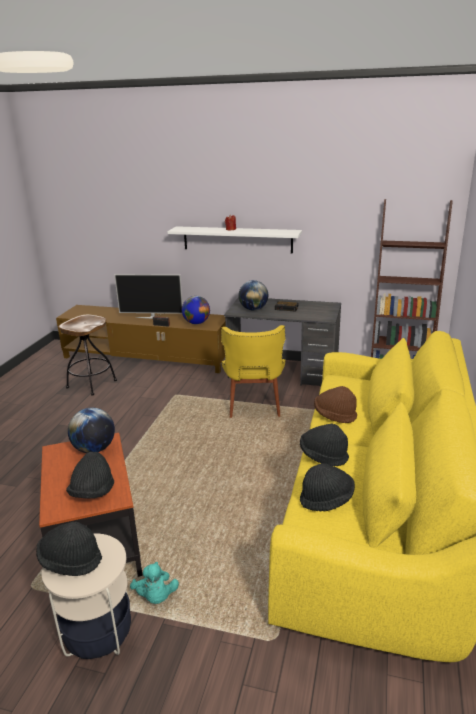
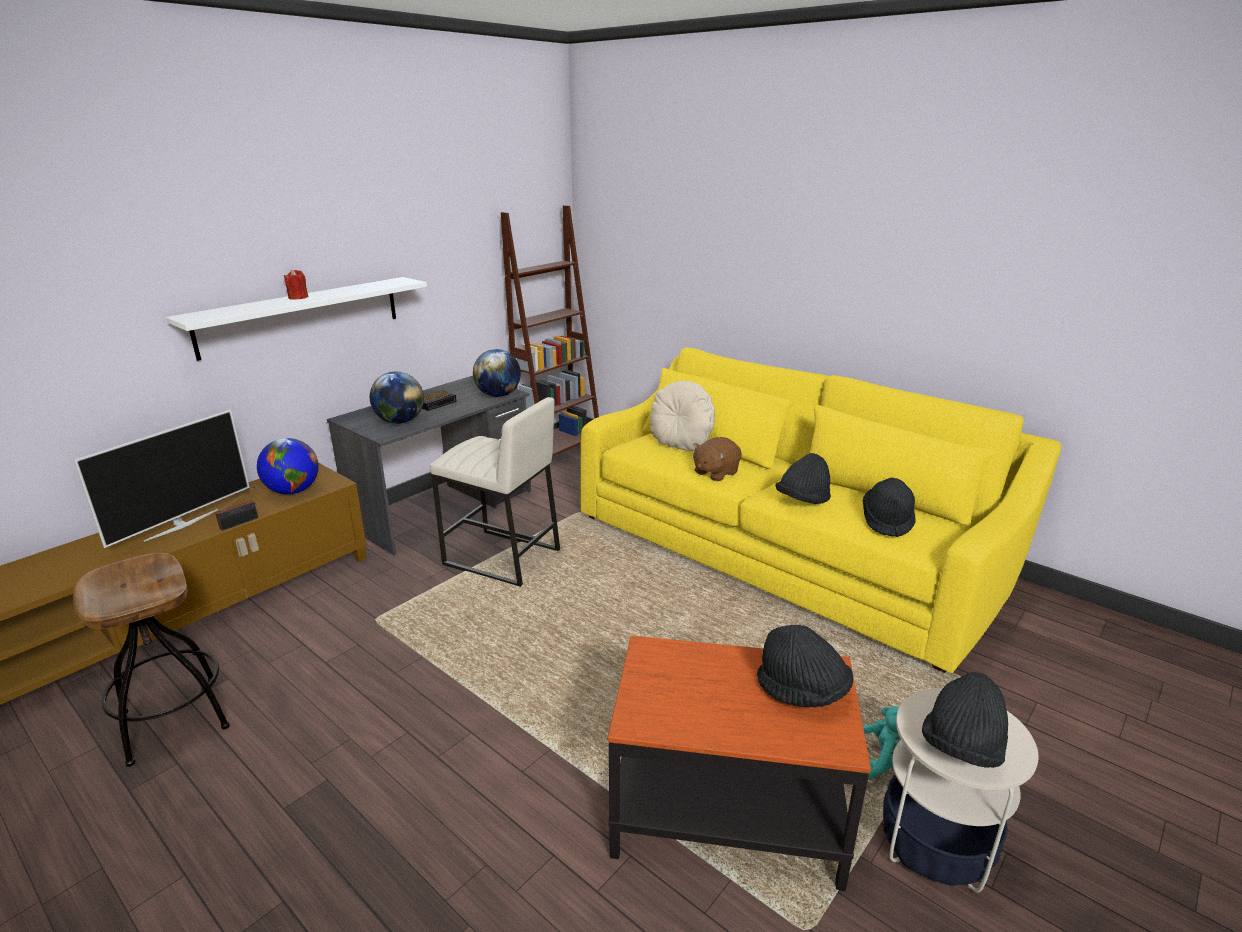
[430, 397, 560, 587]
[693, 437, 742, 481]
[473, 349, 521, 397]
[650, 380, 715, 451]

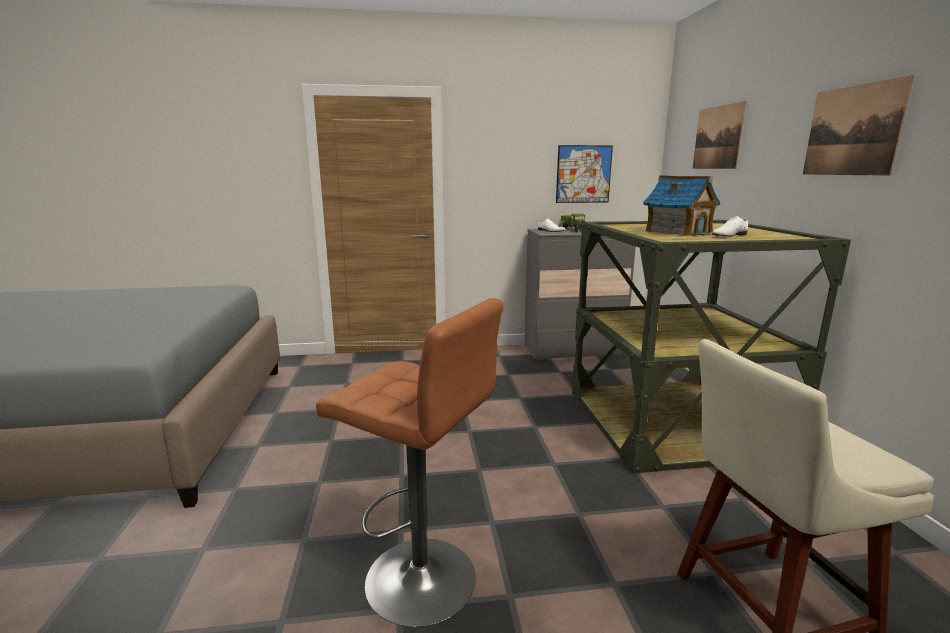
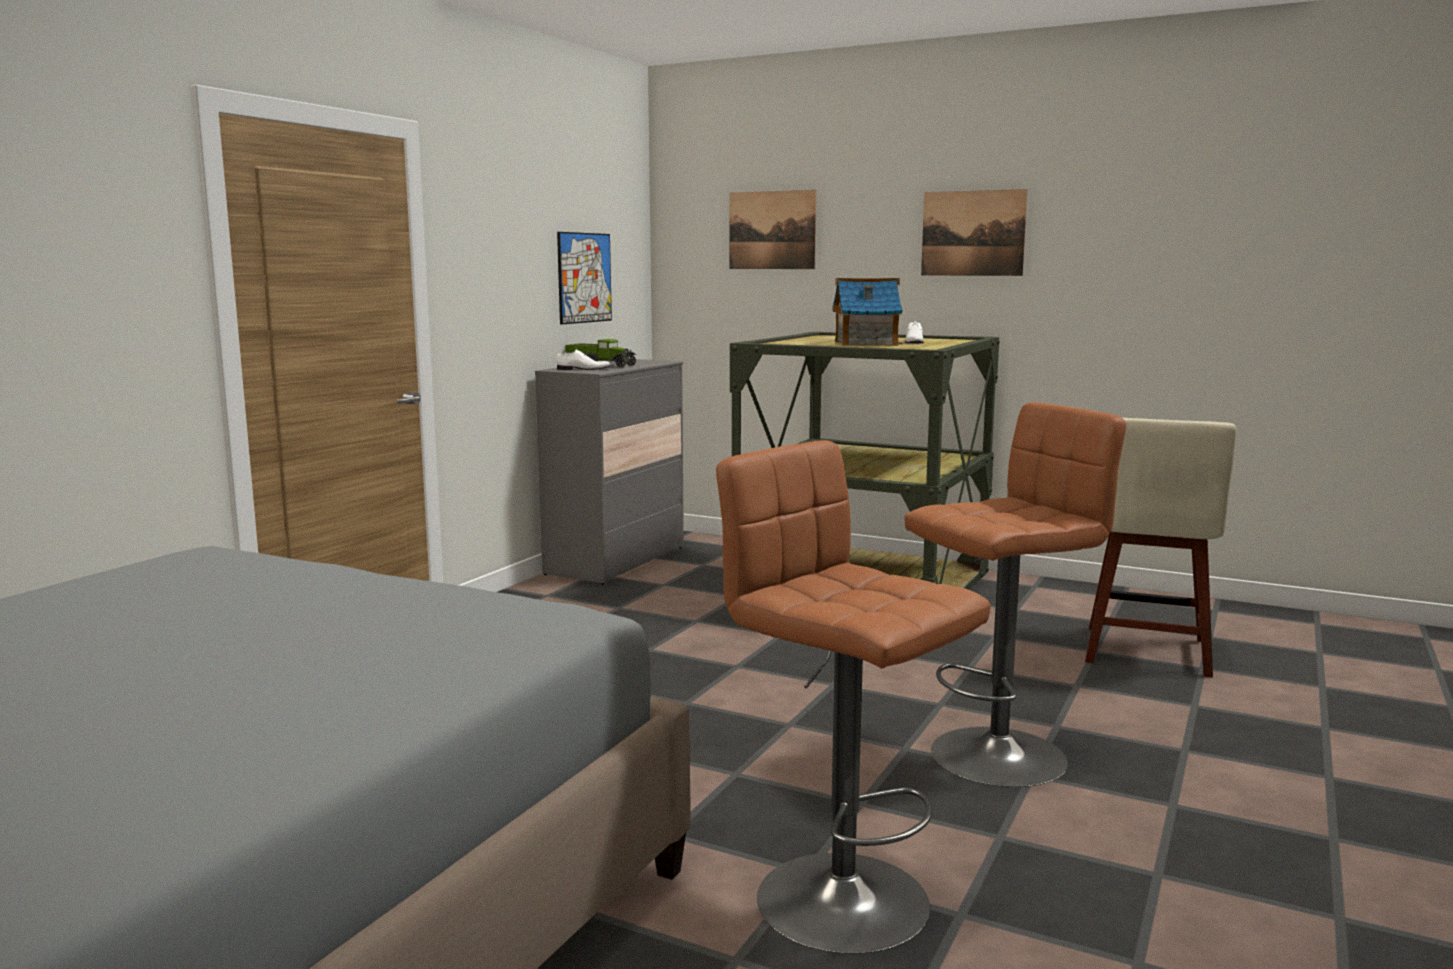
[716, 440, 991, 954]

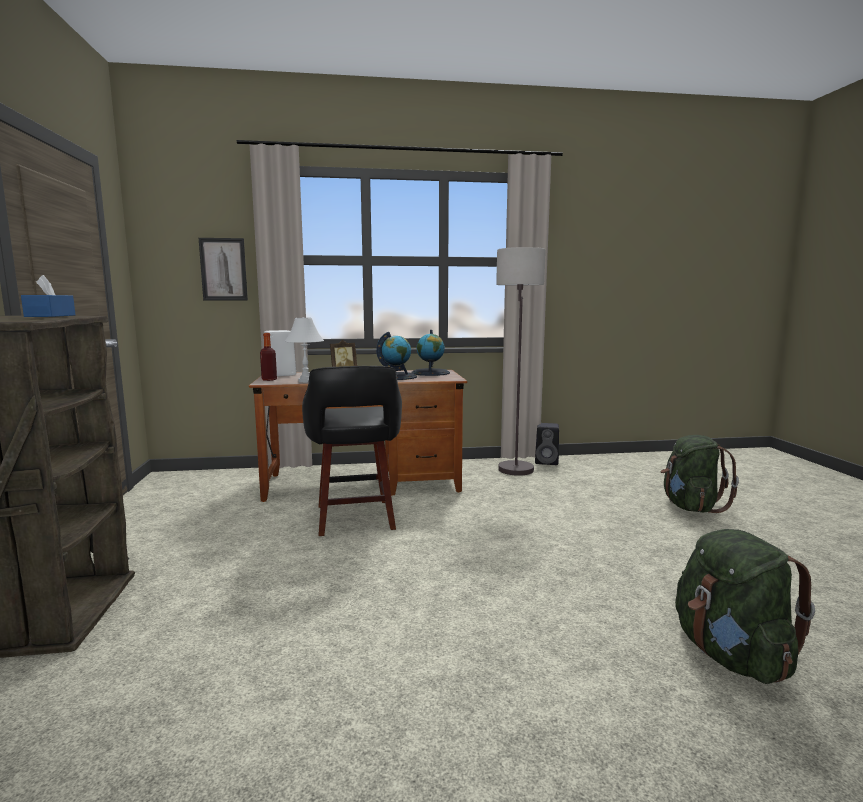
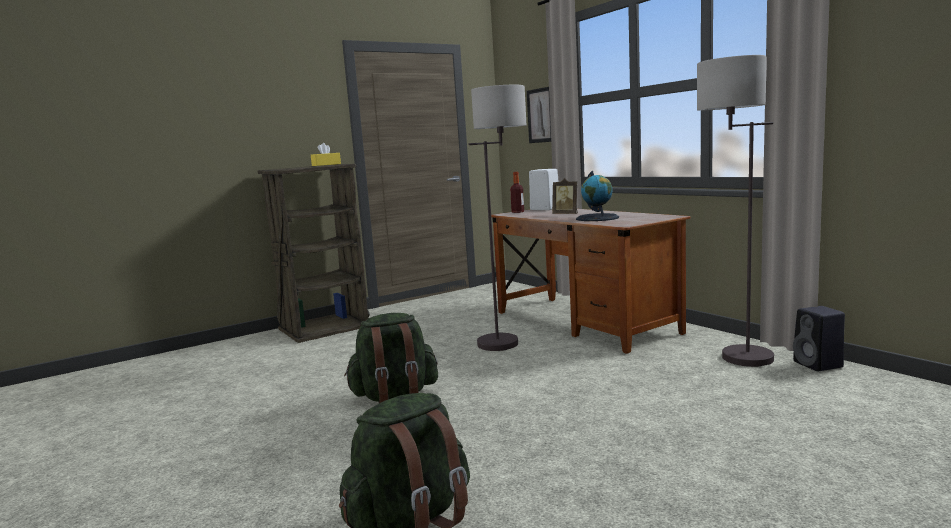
[311, 143, 341, 166]
[285, 317, 324, 383] (first image)
[411, 330, 450, 376] (first image)
[468, 85, 526, 351]
[344, 313, 438, 403]

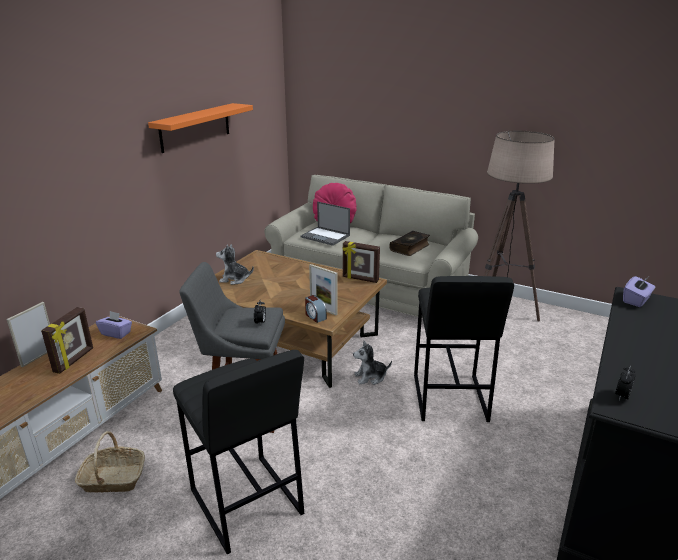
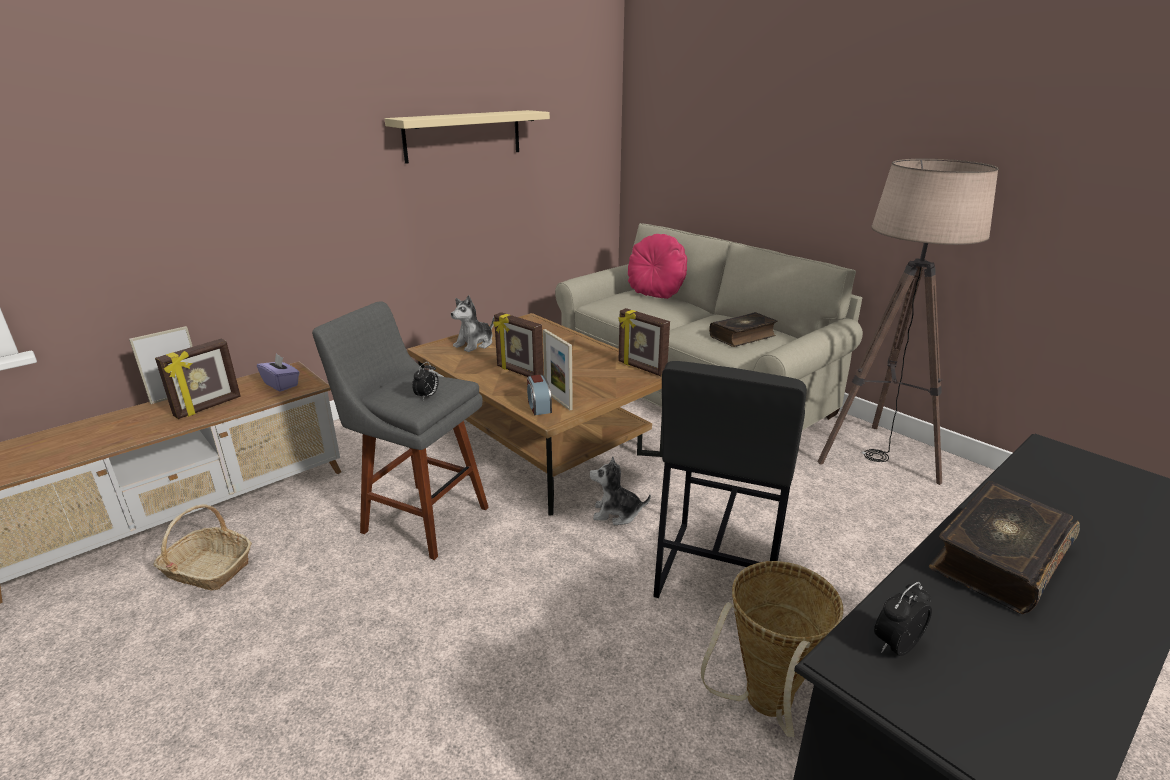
[385, 110, 550, 164]
[301, 201, 350, 246] (first image)
[451, 295, 494, 352]
[623, 276, 656, 307] (first image)
[173, 350, 304, 555] (first image)
[493, 312, 544, 377]
[929, 481, 1080, 614]
[701, 561, 843, 737]

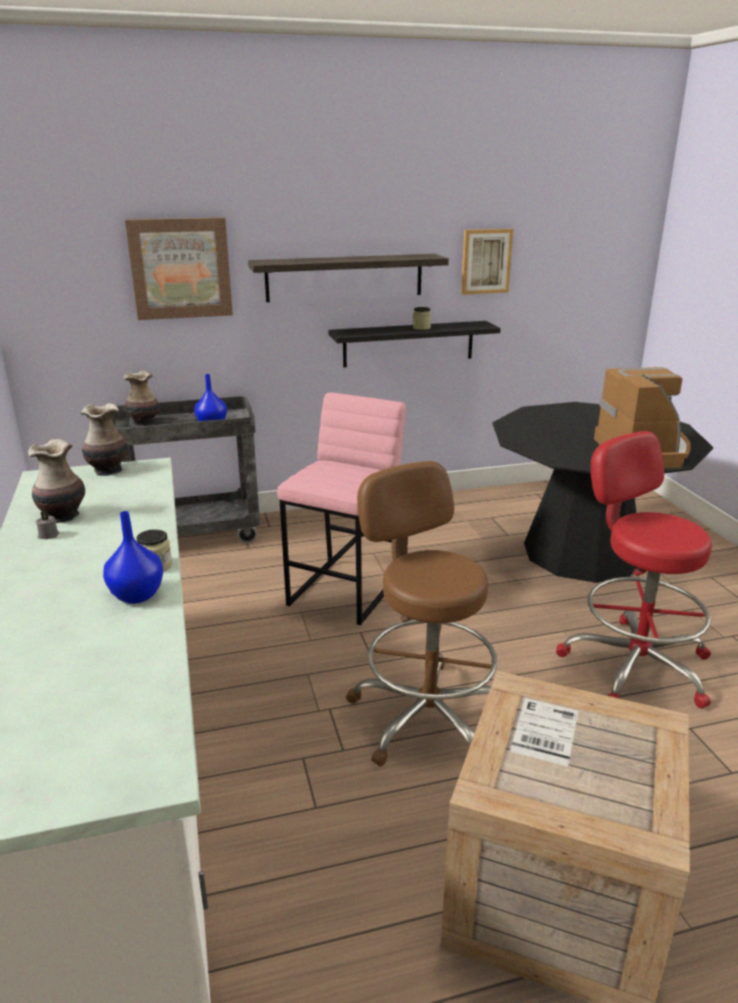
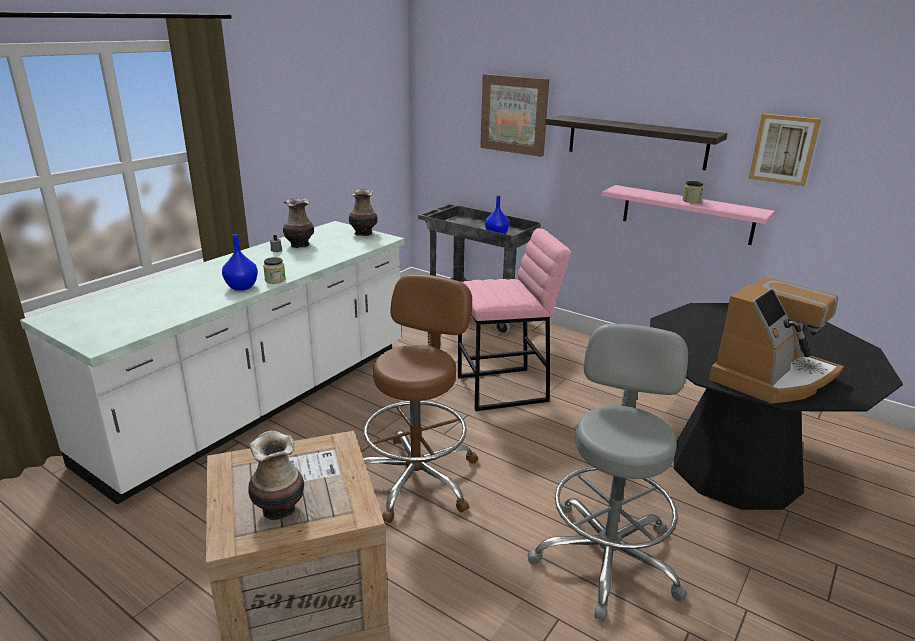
[602, 185, 775, 245]
[249, 431, 304, 520]
[527, 324, 688, 621]

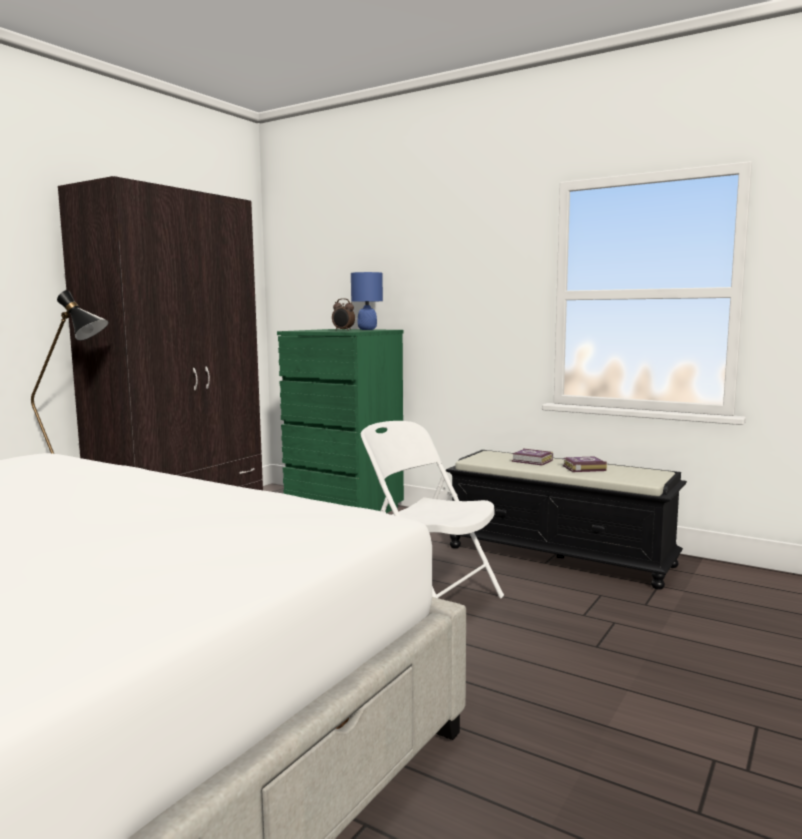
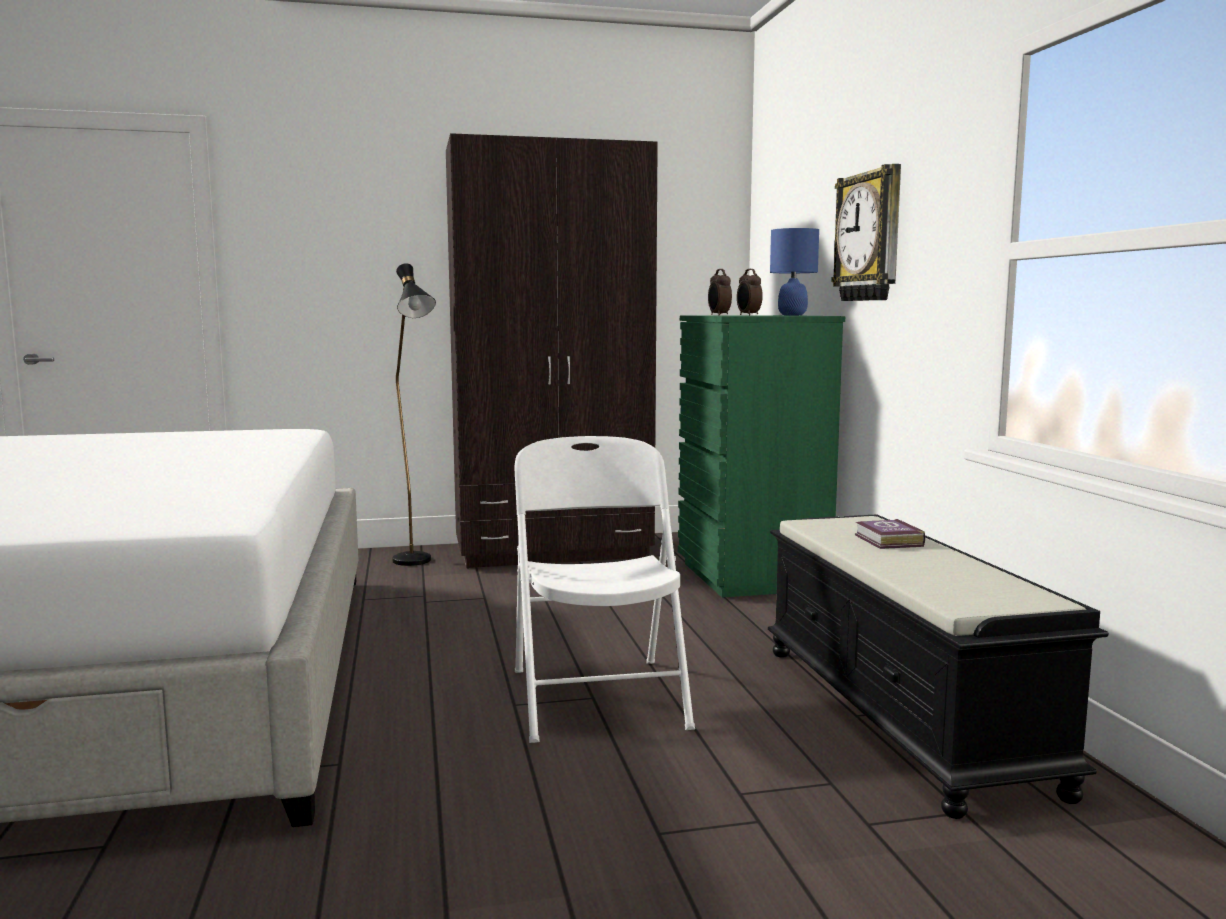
[563, 457, 607, 472] (first image)
[831, 164, 901, 301]
[708, 269, 732, 315]

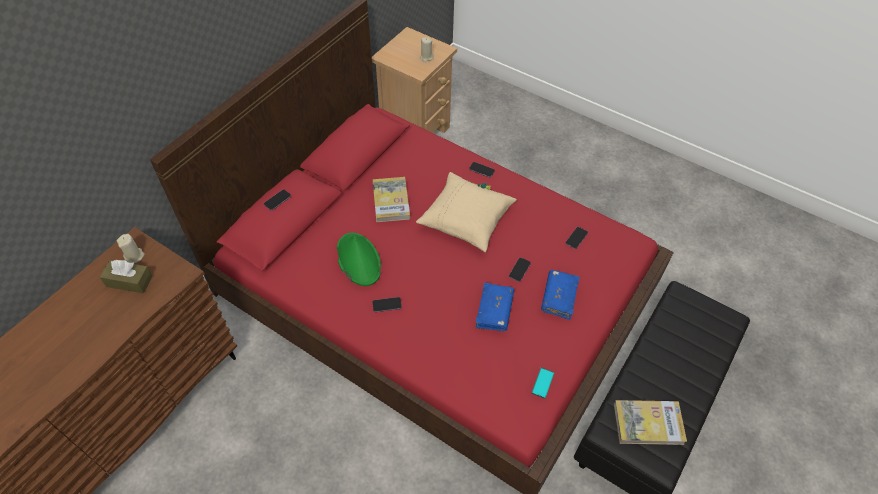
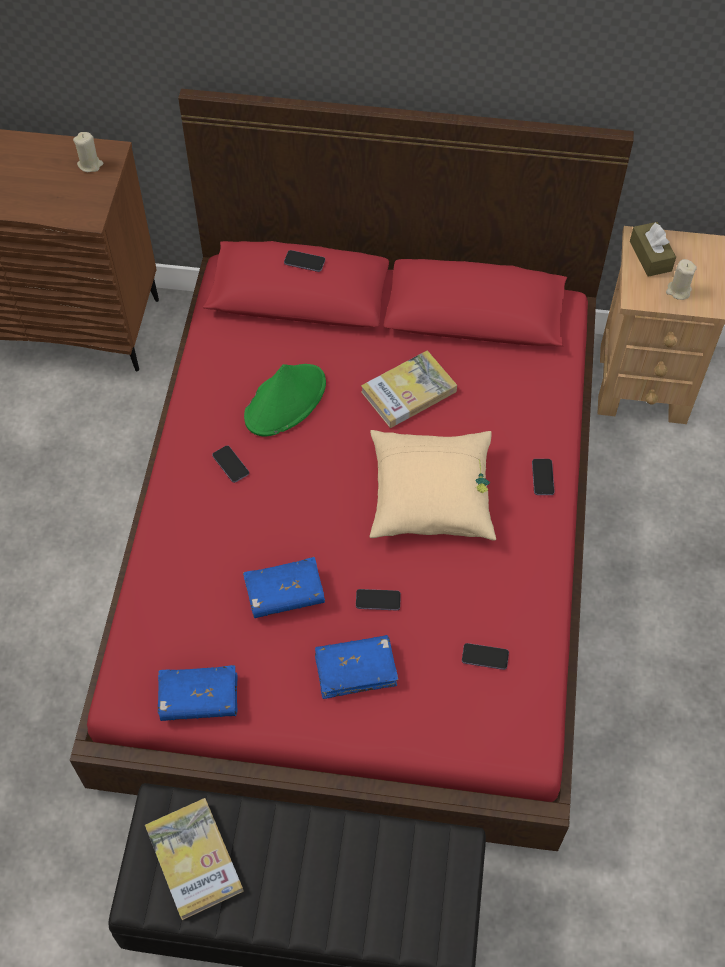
[630, 222, 676, 277]
[158, 665, 237, 721]

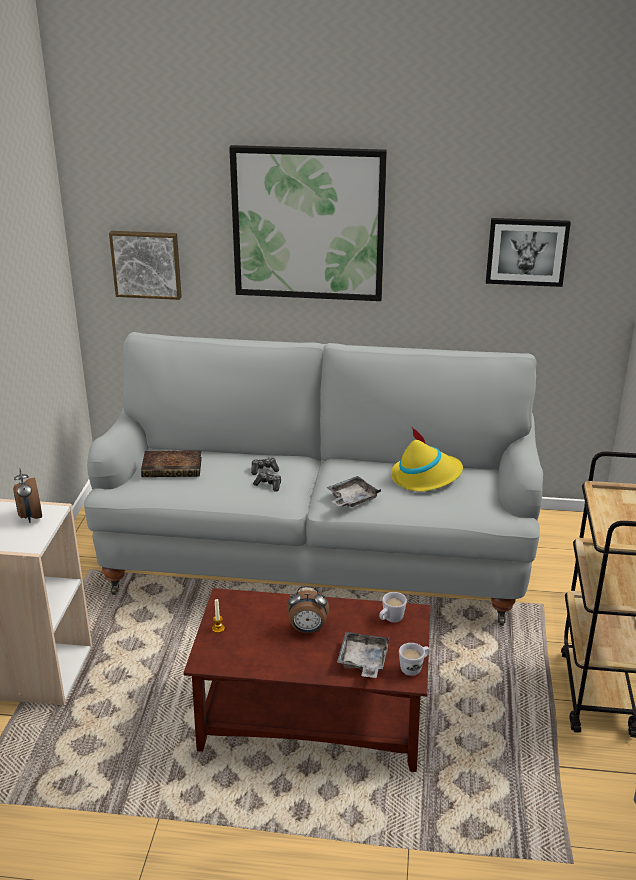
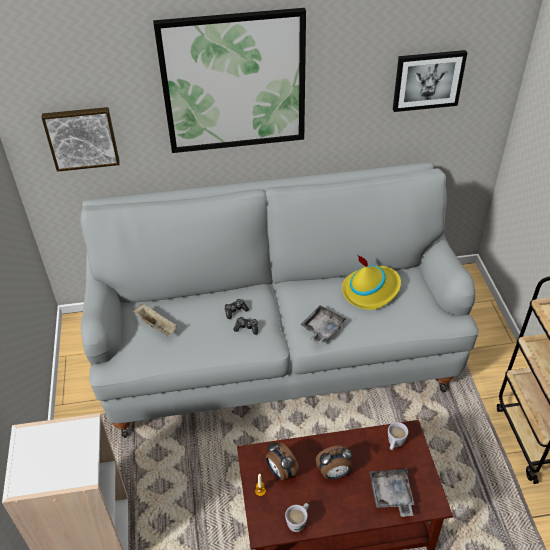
[133, 304, 177, 336]
[266, 442, 300, 480]
[285, 503, 309, 532]

